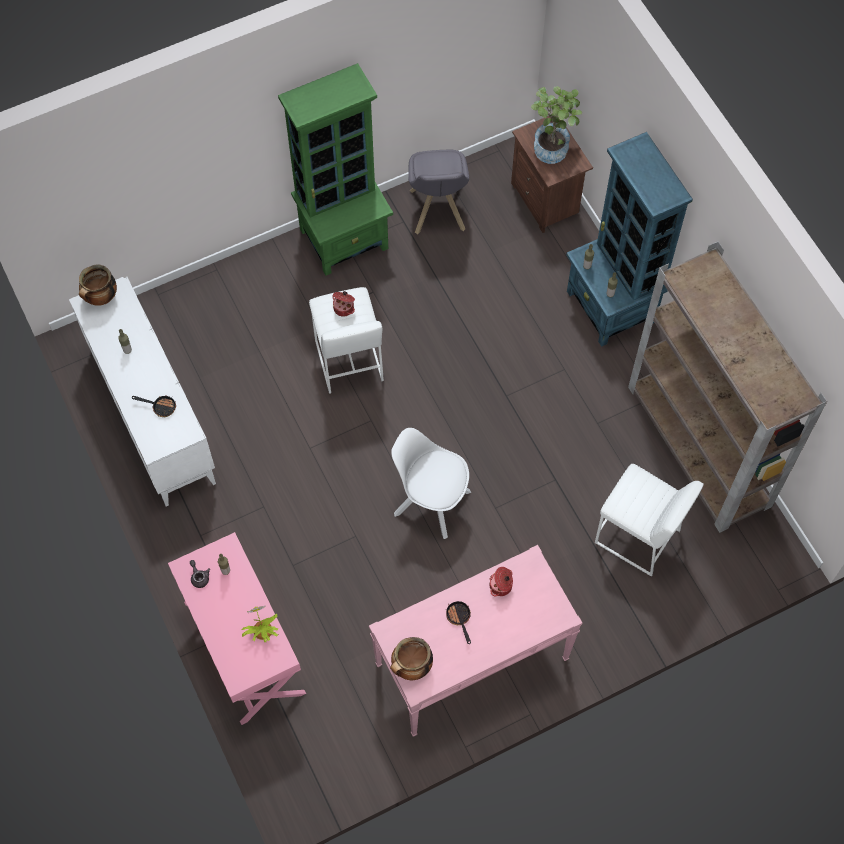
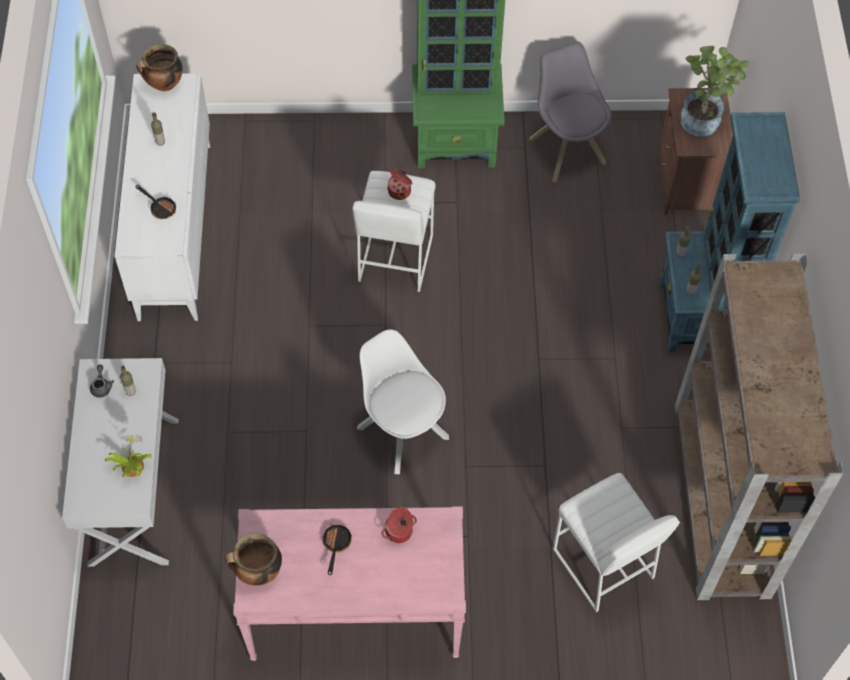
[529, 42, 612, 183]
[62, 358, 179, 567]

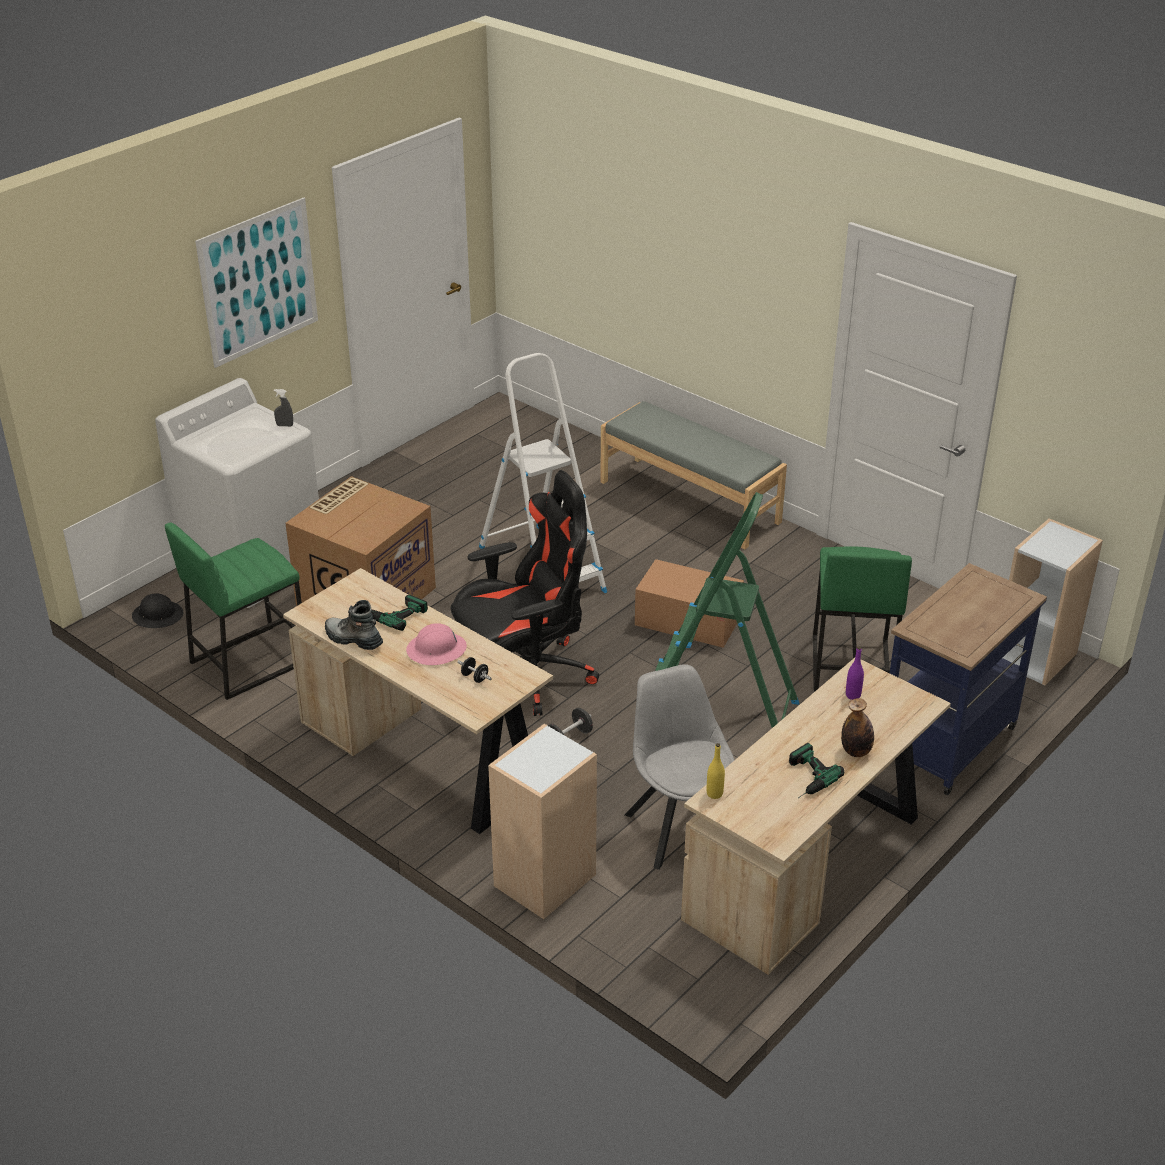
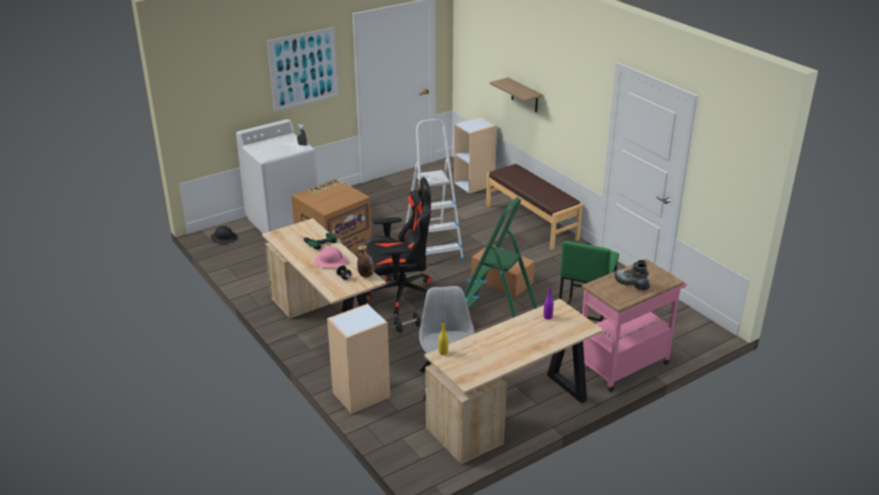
[486, 164, 583, 250]
[454, 116, 497, 194]
[165, 522, 302, 700] (first image)
[582, 259, 687, 392]
[615, 260, 650, 290]
[357, 245, 374, 278]
[789, 743, 844, 798] (first image)
[490, 77, 543, 112]

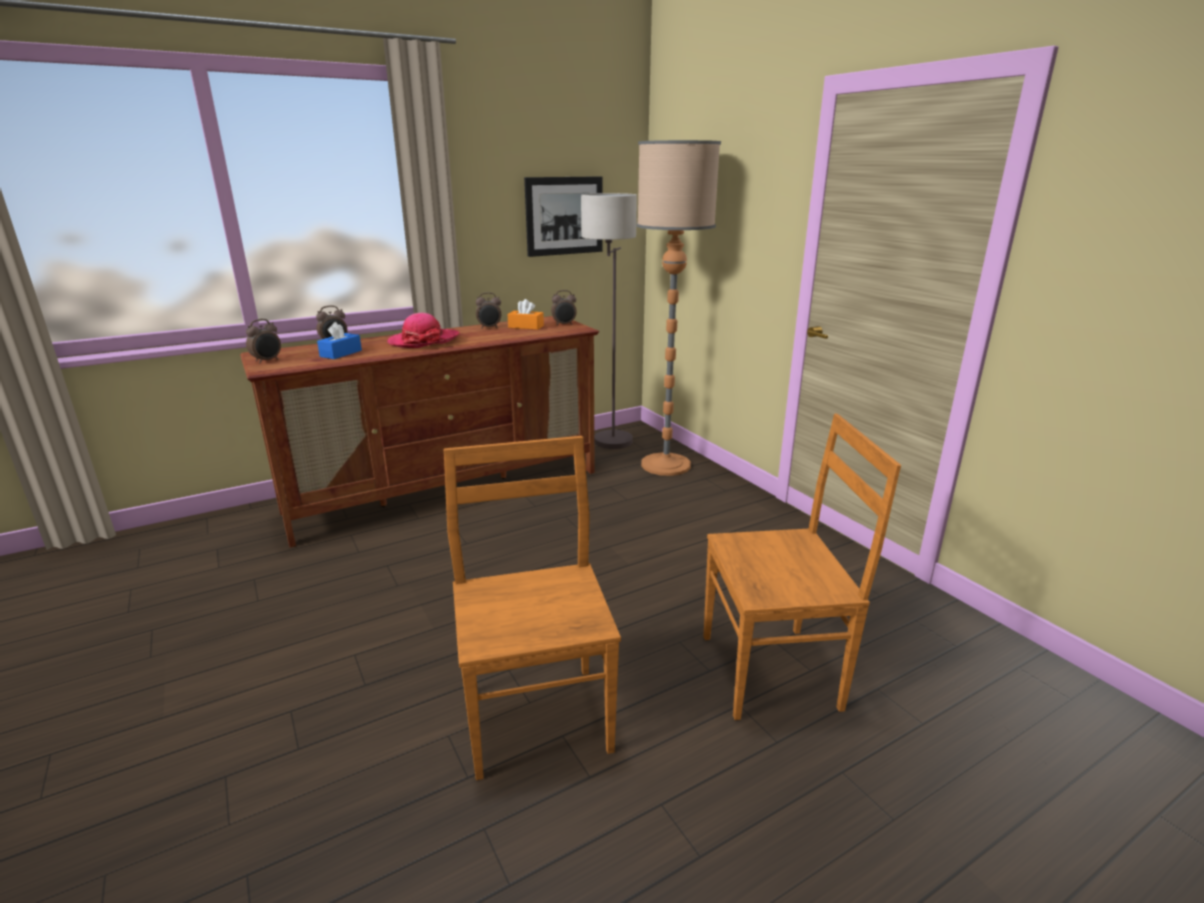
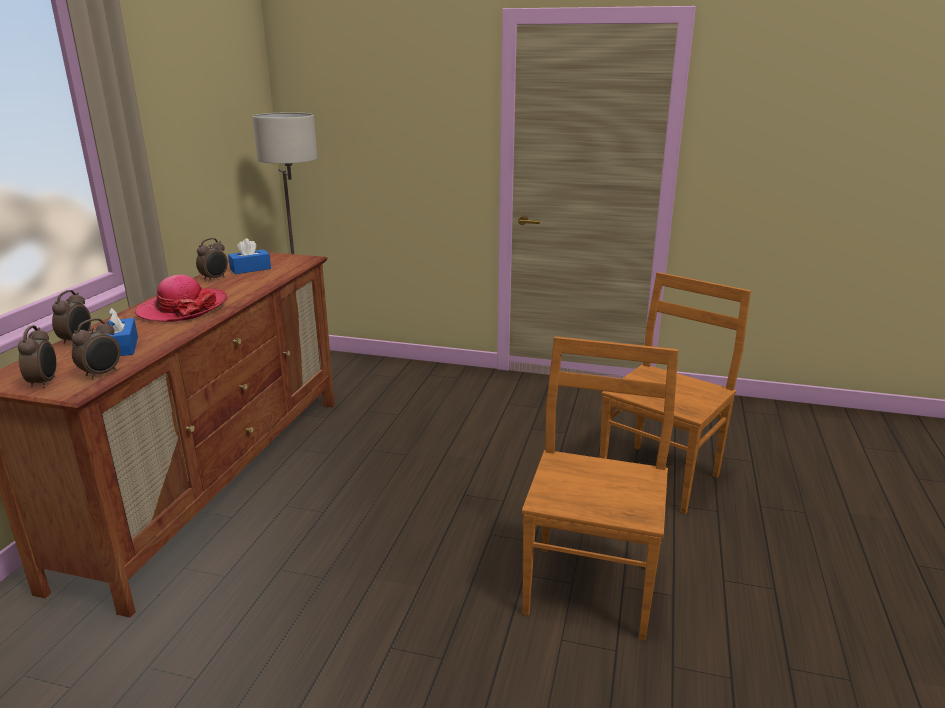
[637, 140, 721, 476] (first image)
[524, 176, 603, 257] (first image)
[72, 318, 120, 380]
[228, 238, 271, 274]
[522, 336, 678, 640]

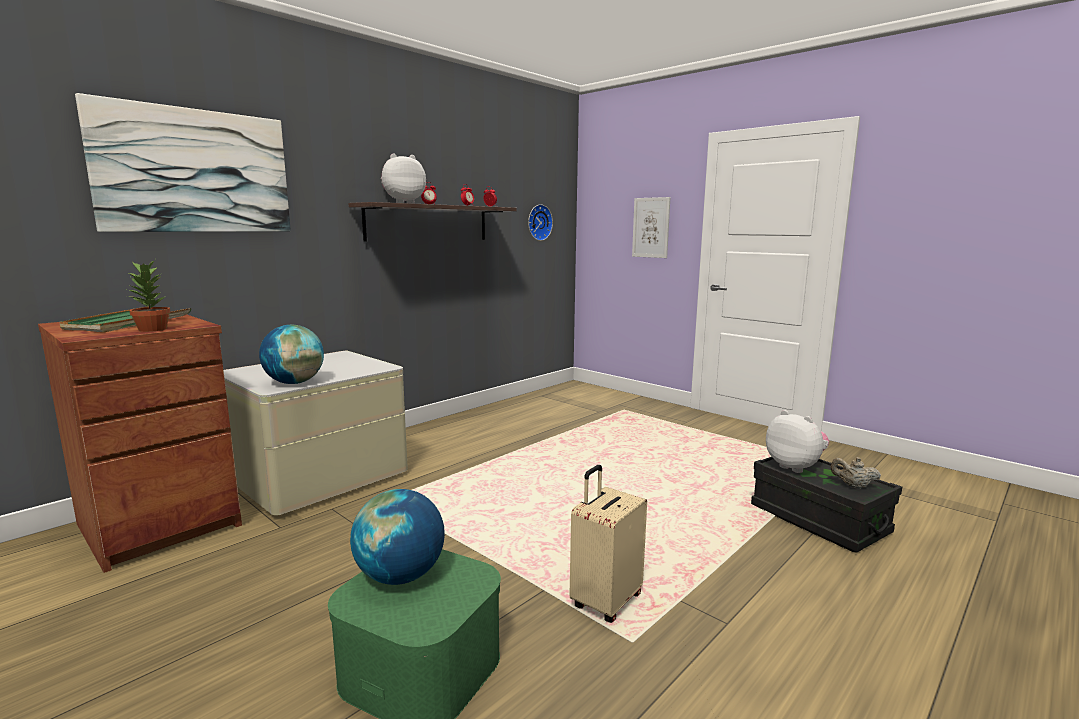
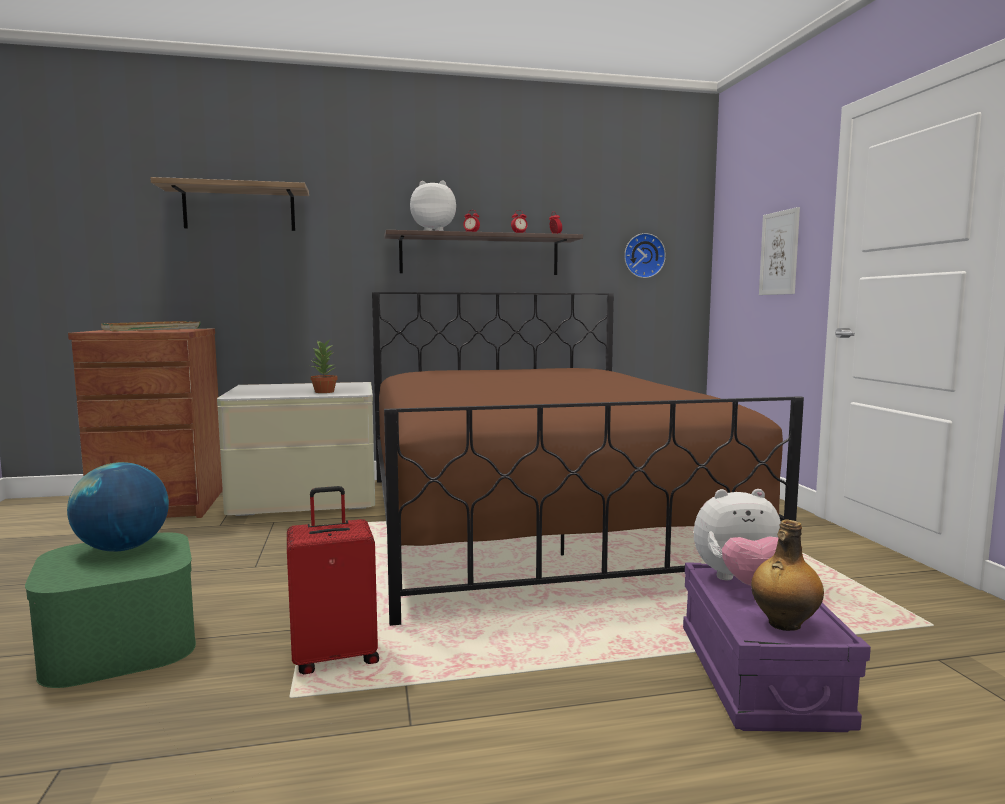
[150, 177, 309, 231]
[311, 340, 337, 393]
[259, 325, 324, 384] (first image)
[694, 489, 781, 586]
[683, 563, 871, 732]
[751, 519, 824, 631]
[287, 486, 379, 674]
[372, 292, 804, 626]

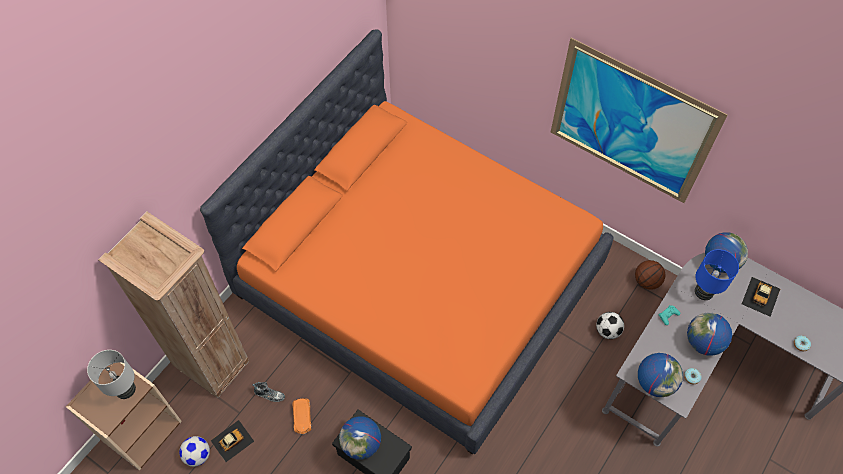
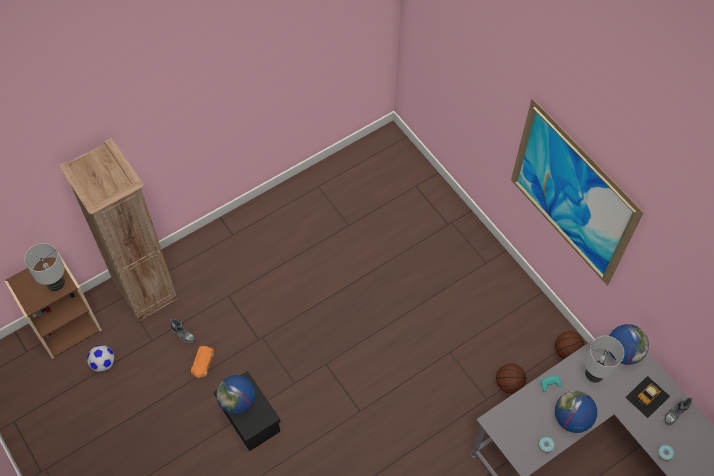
[200, 29, 614, 455] (first image)
[584, 336, 624, 383]
[496, 364, 526, 394]
[638, 353, 683, 397] (first image)
[211, 420, 254, 462] (first image)
[664, 397, 693, 426]

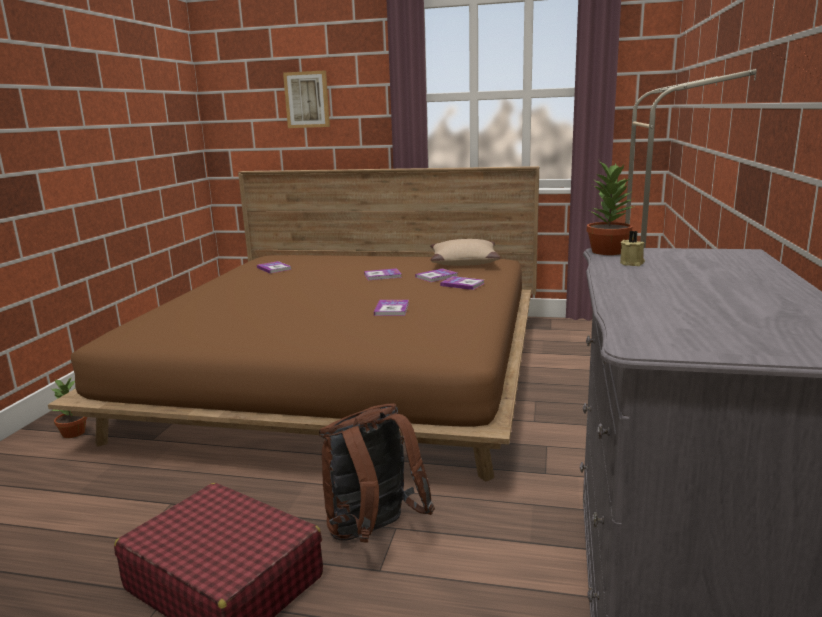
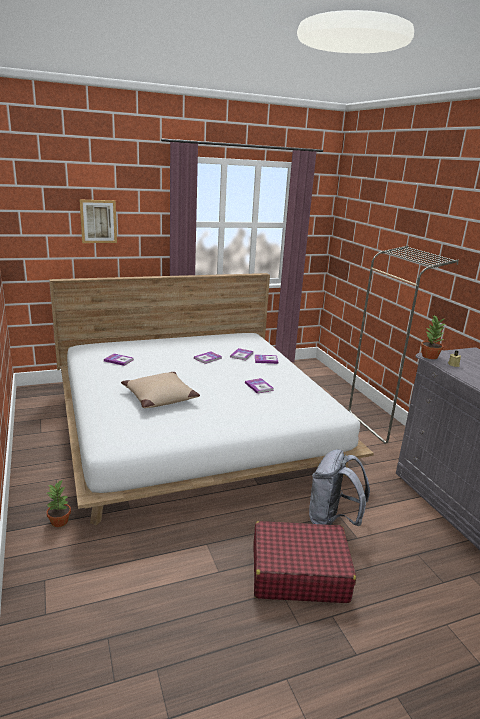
[49, 273, 374, 525]
[121, 372, 200, 408]
[309, 449, 370, 526]

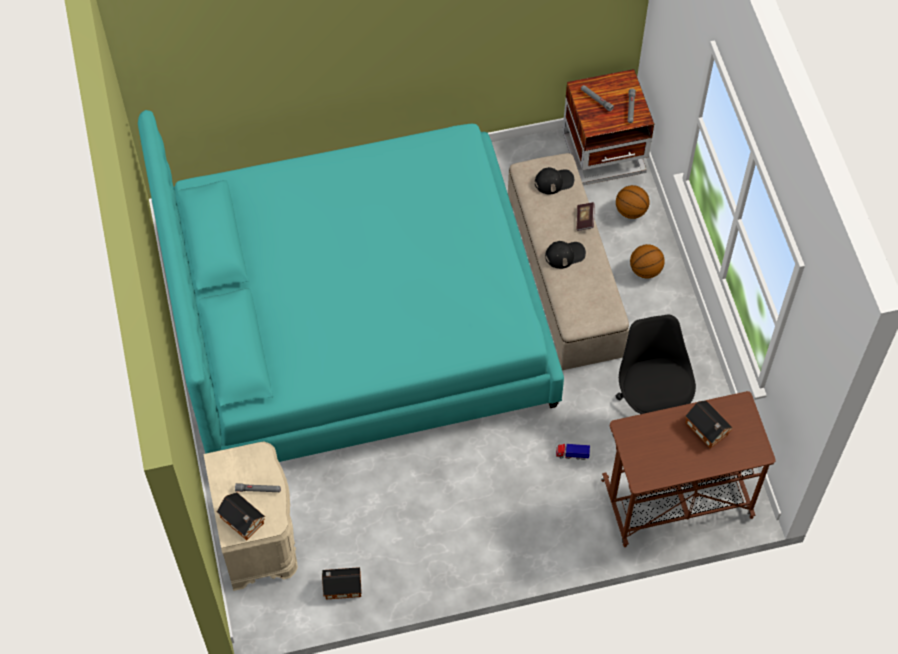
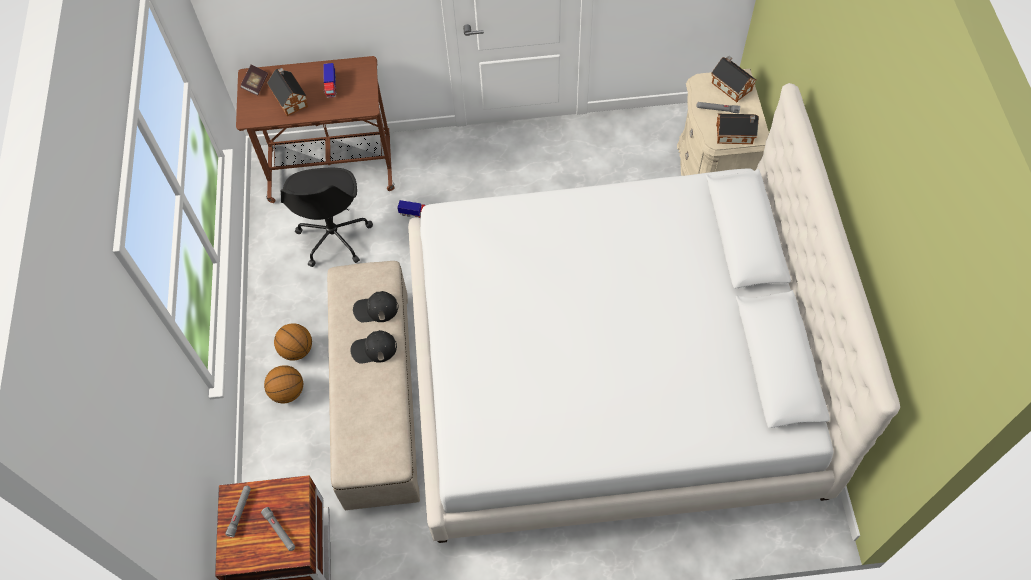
[408, 83, 900, 543]
[353, 291, 398, 322]
[274, 323, 312, 361]
[240, 65, 268, 96]
[716, 114, 759, 144]
[323, 63, 336, 98]

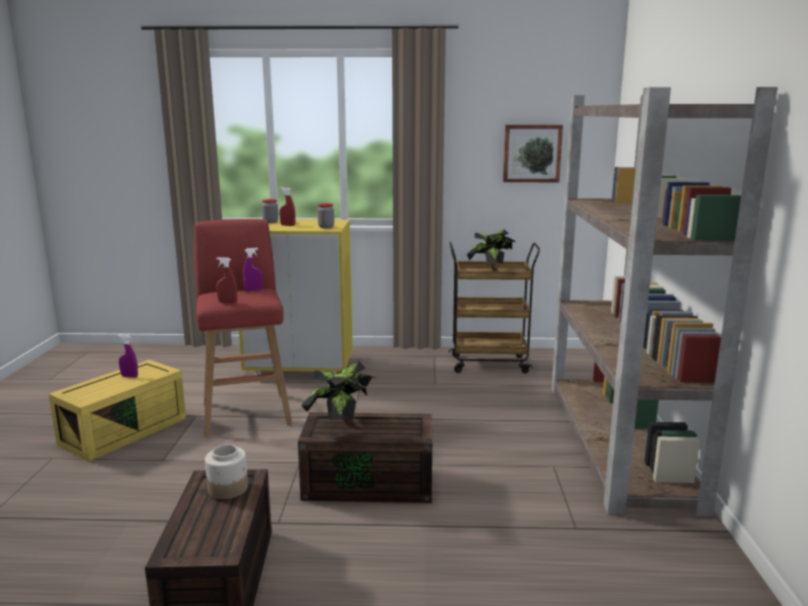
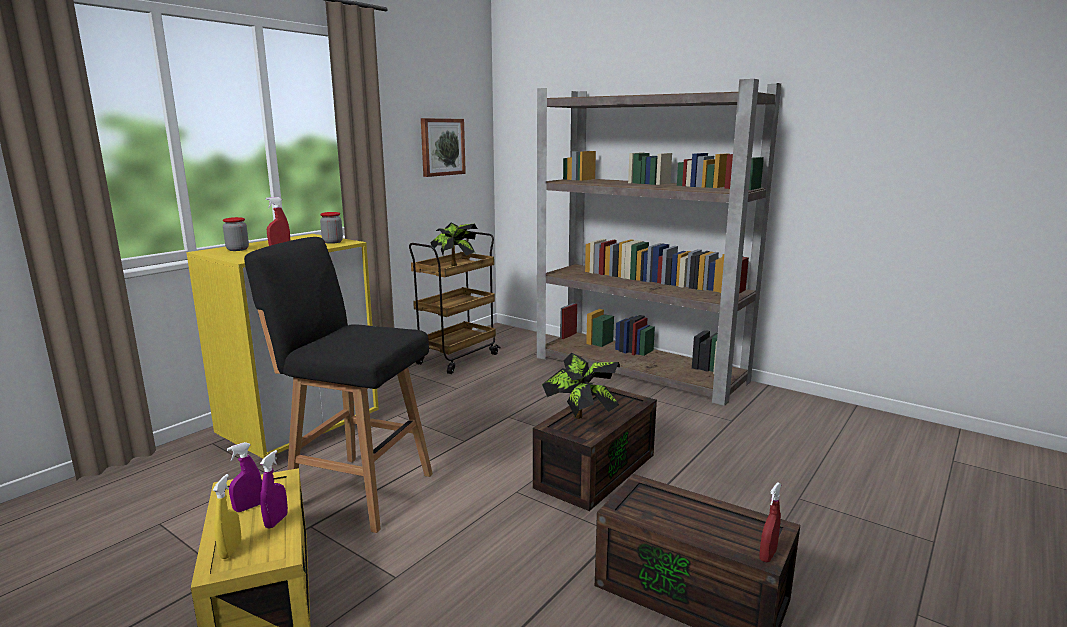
[244, 237, 433, 533]
[260, 450, 288, 529]
[759, 482, 782, 562]
[205, 444, 248, 499] (first image)
[213, 474, 241, 559]

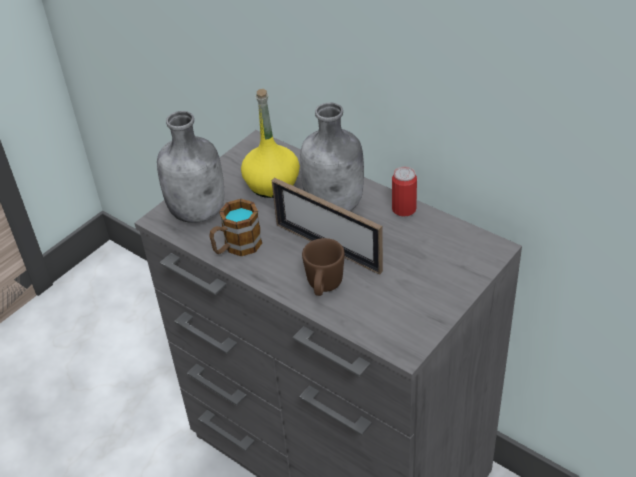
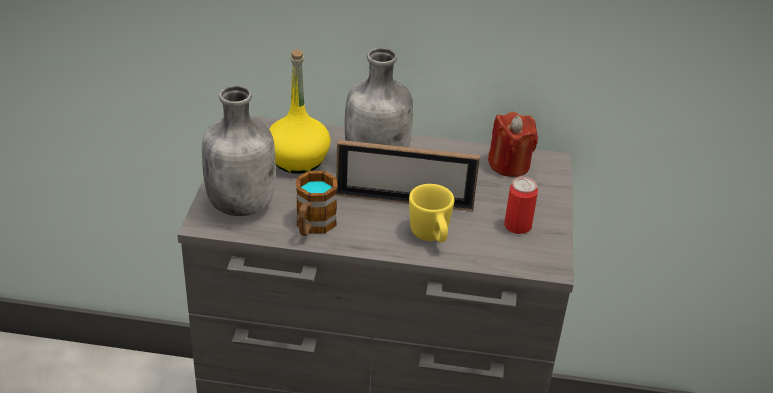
[504, 177, 538, 234]
[409, 184, 454, 243]
[488, 112, 538, 177]

